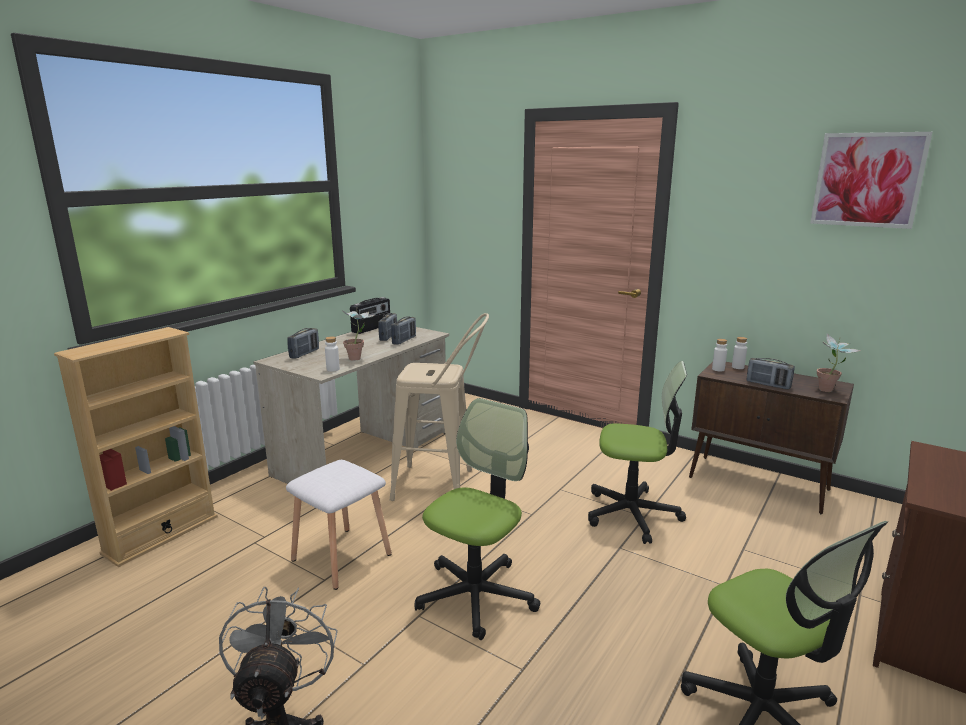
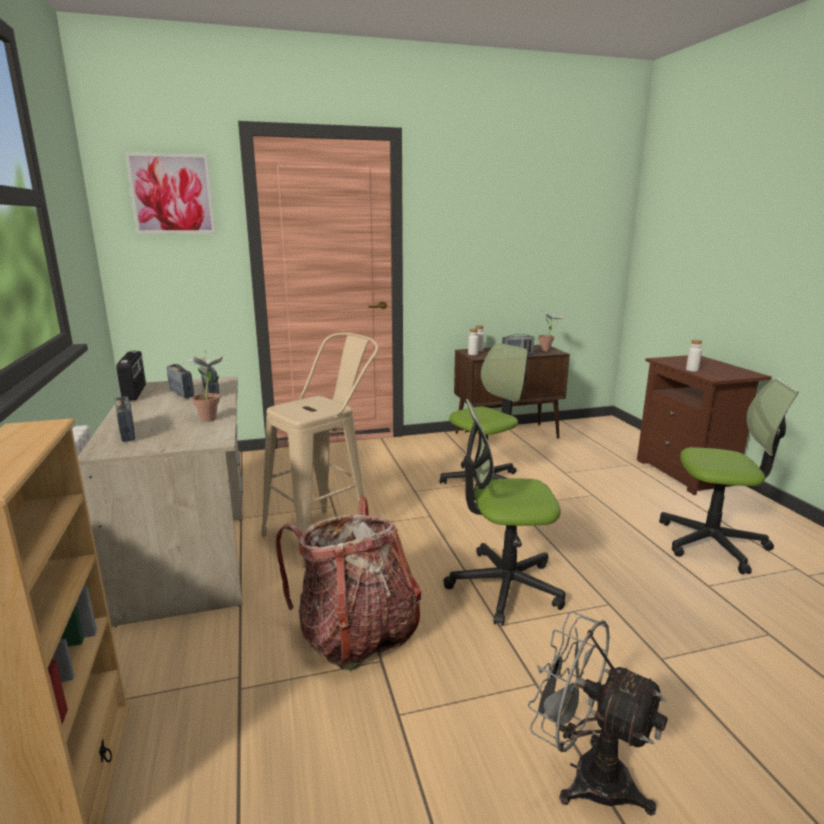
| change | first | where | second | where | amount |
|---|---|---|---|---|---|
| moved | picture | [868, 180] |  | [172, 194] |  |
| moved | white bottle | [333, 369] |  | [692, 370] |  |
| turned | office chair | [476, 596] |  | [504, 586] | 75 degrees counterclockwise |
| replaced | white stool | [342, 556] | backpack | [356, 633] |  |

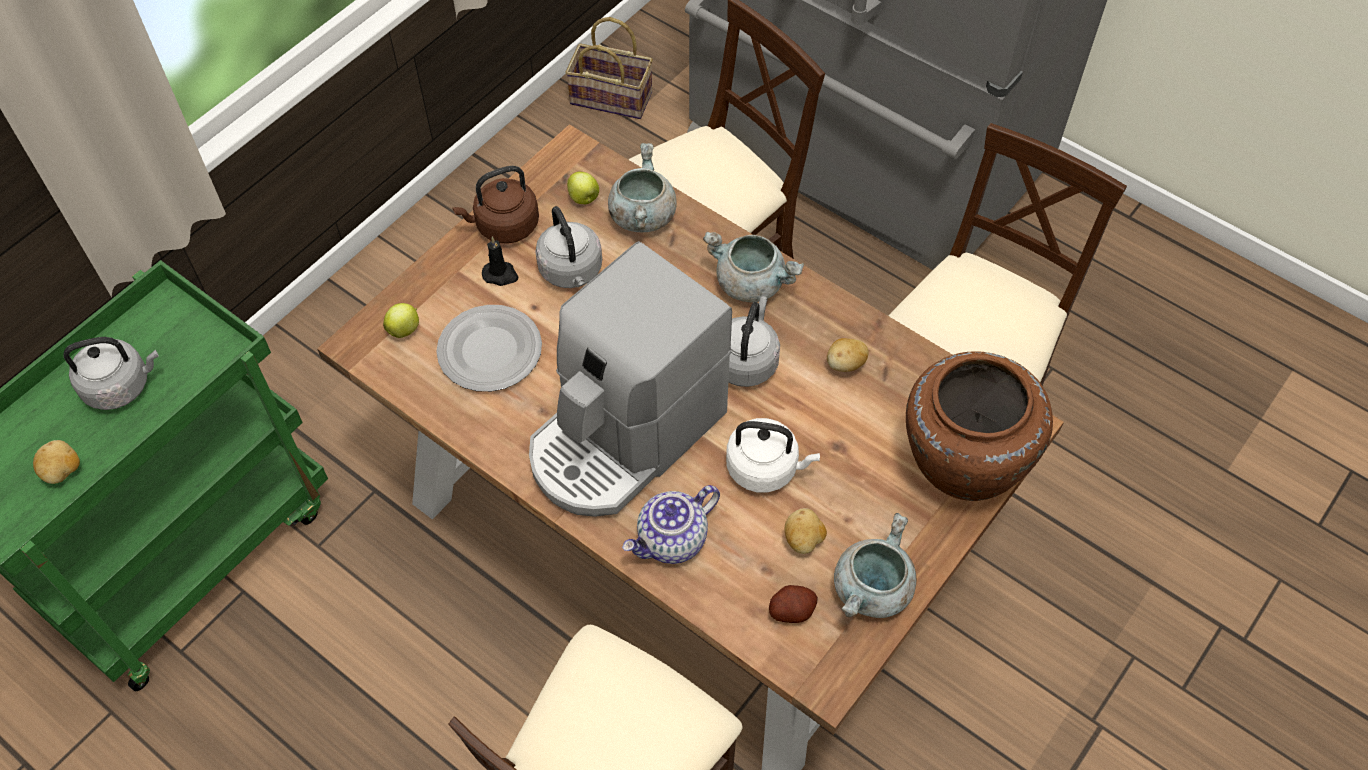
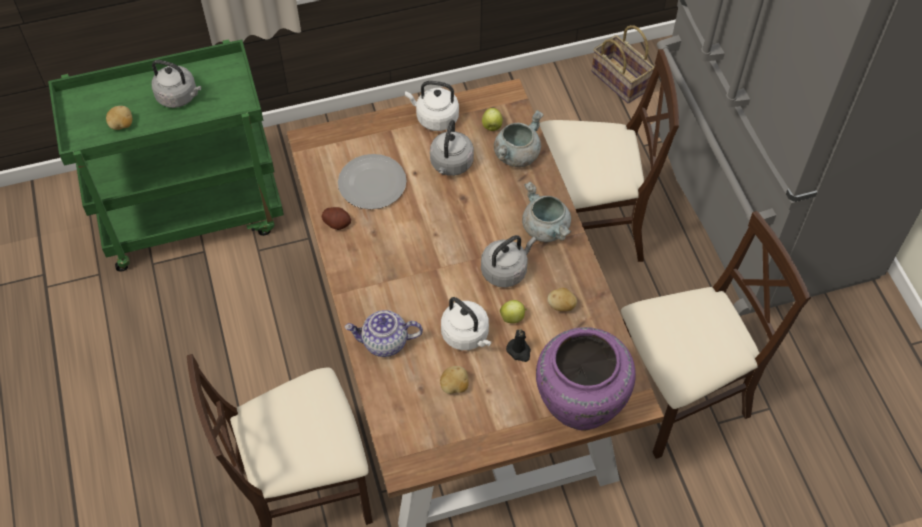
| change | first | where | second | where | amount |
|---|---|---|---|---|---|
| recoloured | brown kettle | [504, 226] | white kettle | [435, 118] |  |
| moved | black candle | [500, 275] |  | [519, 351] |  |
| removed | coffee machine | [624, 437] |  |  |  |
| moved | apple | [404, 329] |  | [513, 317] |  |
| recoloured | brown vase | [961, 464] | purple vase | [579, 401] |  |
| removed | grey cooking pot | [872, 591] |  |  |  |
| moved | potato | [791, 610] |  | [337, 223] |  |

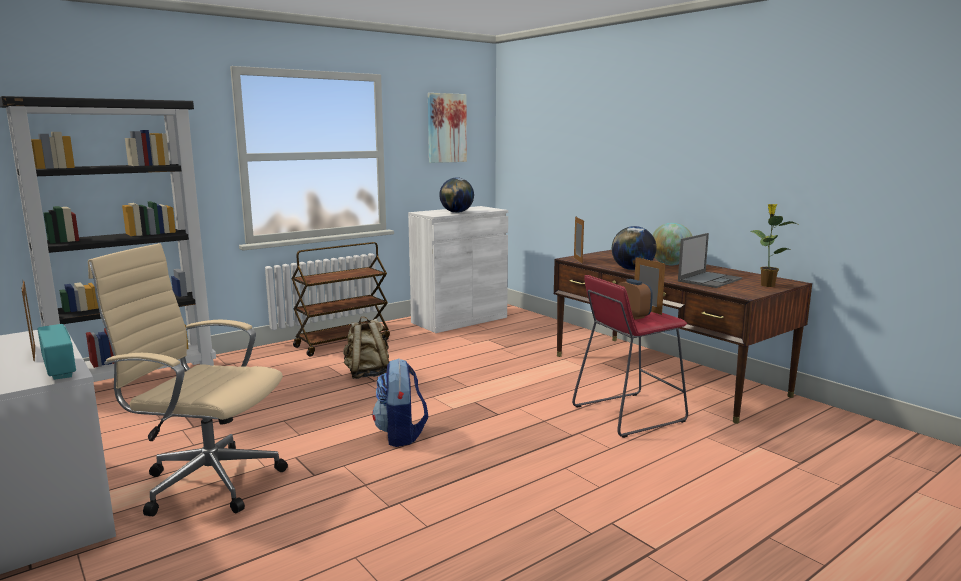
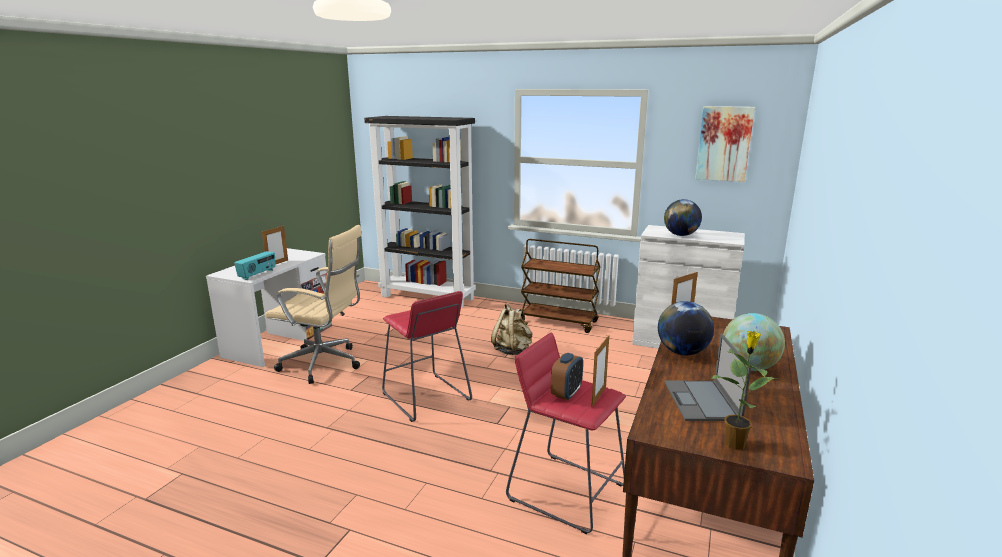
| change | first | where | second | where | amount |
|---|---|---|---|---|---|
| turned | laptop | [710, 280] |  | [702, 401] | 75 degrees clockwise |
| turned | beige office chair | [206, 482] |  | [324, 364] | 120 degrees clockwise |
| replaced | backpack | [401, 435] | red stool | [426, 397] |  |

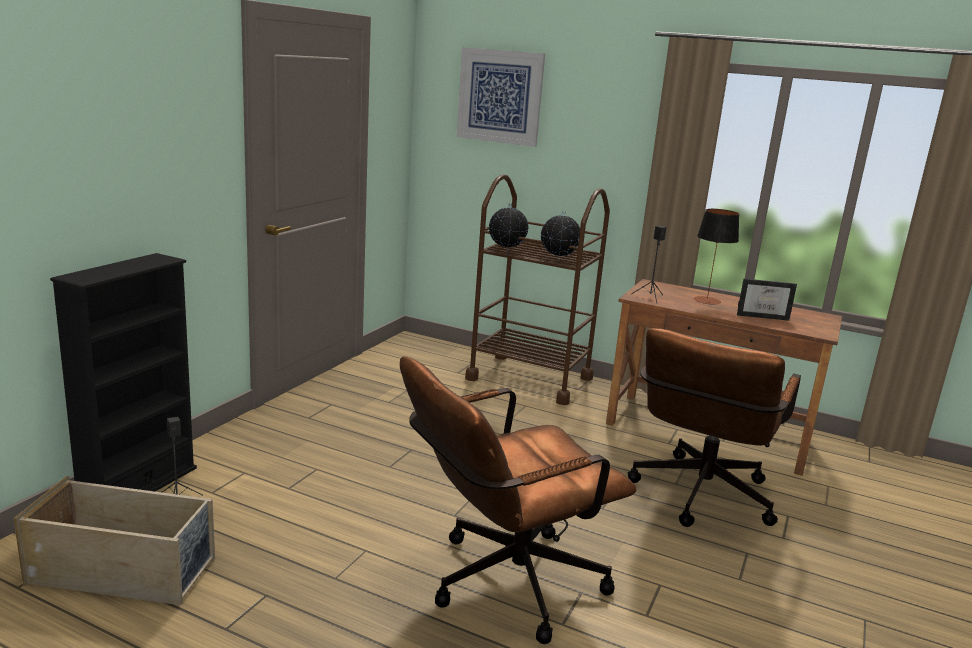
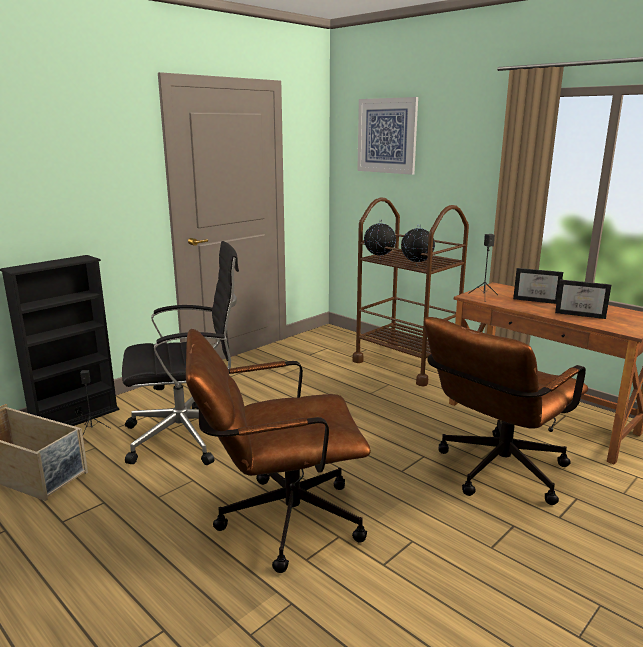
| change | first | where | second | where | amount |
|---|---|---|---|---|---|
| replaced | table lamp | [707, 300] | picture frame | [537, 300] |  |
| added |  |  | black office chair | [188, 436] |  |

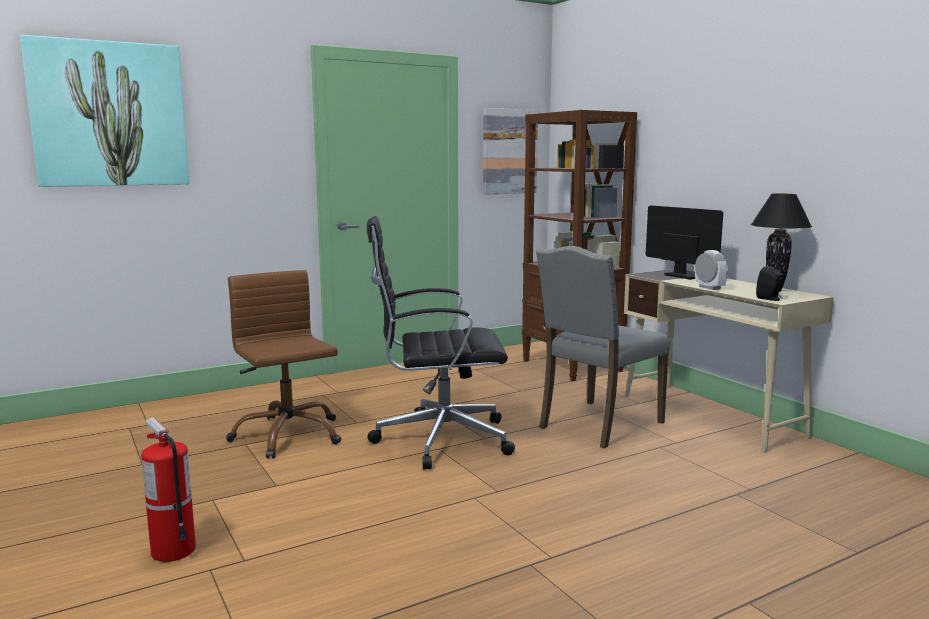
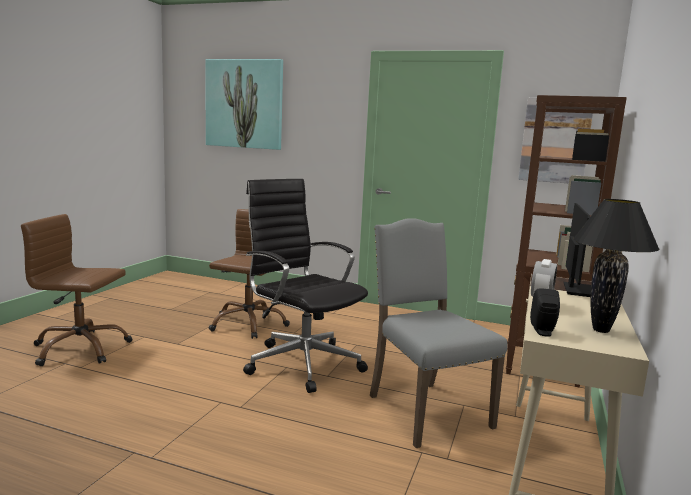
| change | first | where | second | where | amount |
|---|---|---|---|---|---|
| turned | grey chair | [597, 425] |  | [425, 410] | 60 degrees clockwise |
| replaced | fire extinguisher | [173, 550] | brown office chair | [80, 349] |  |

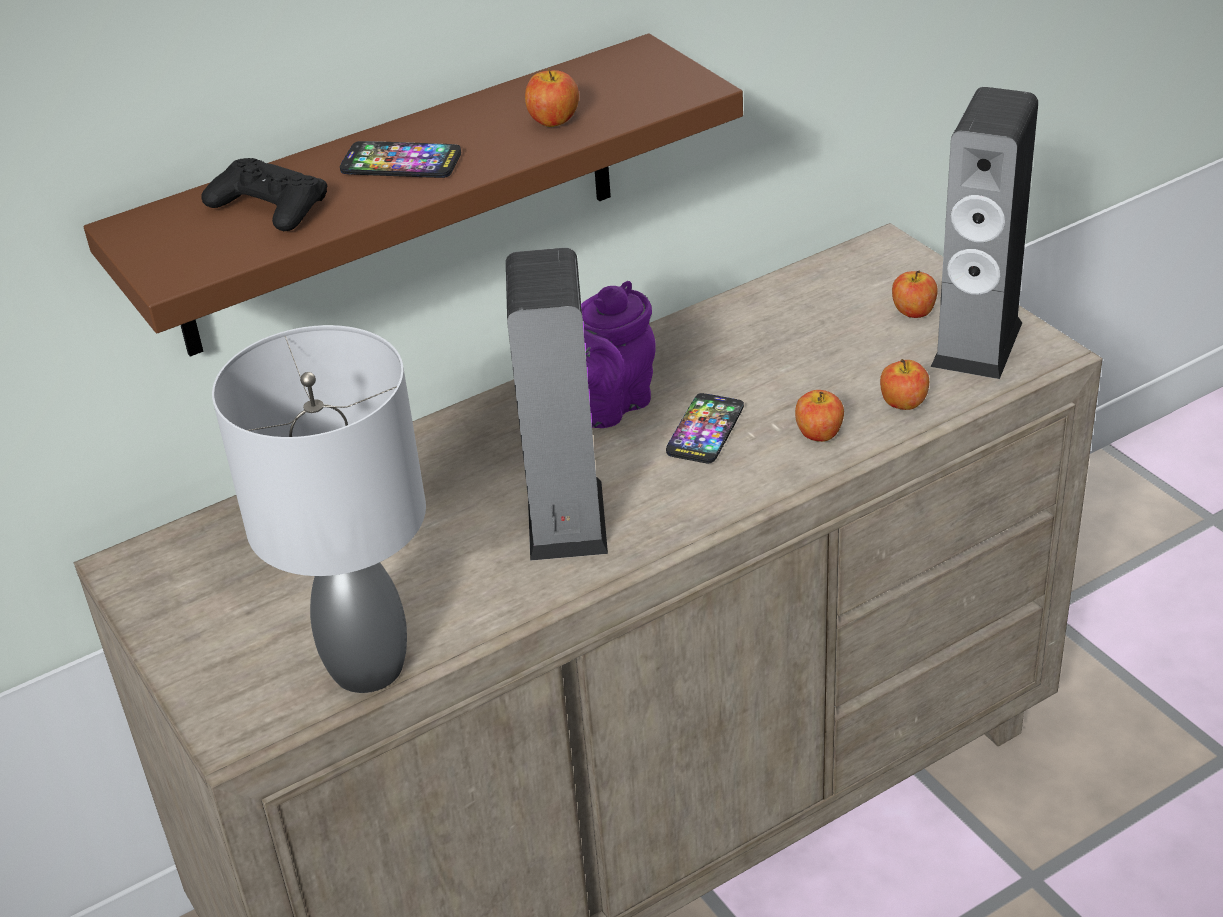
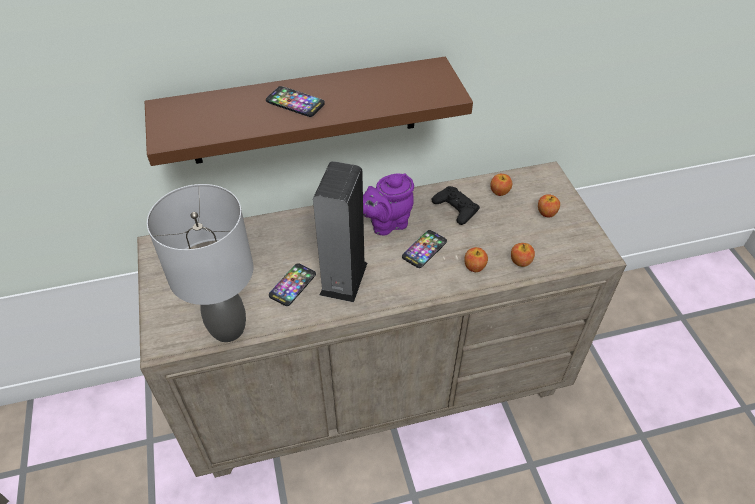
| change | first | where | second | where | amount |
|---|---|---|---|---|---|
| moved | apple | [554, 120] |  | [499, 192] |  |
| removed | speaker | [977, 344] |  |  |  |
| moved | black game controller | [269, 206] |  | [455, 208] |  |
| added |  |  | phone | [292, 285] |  |

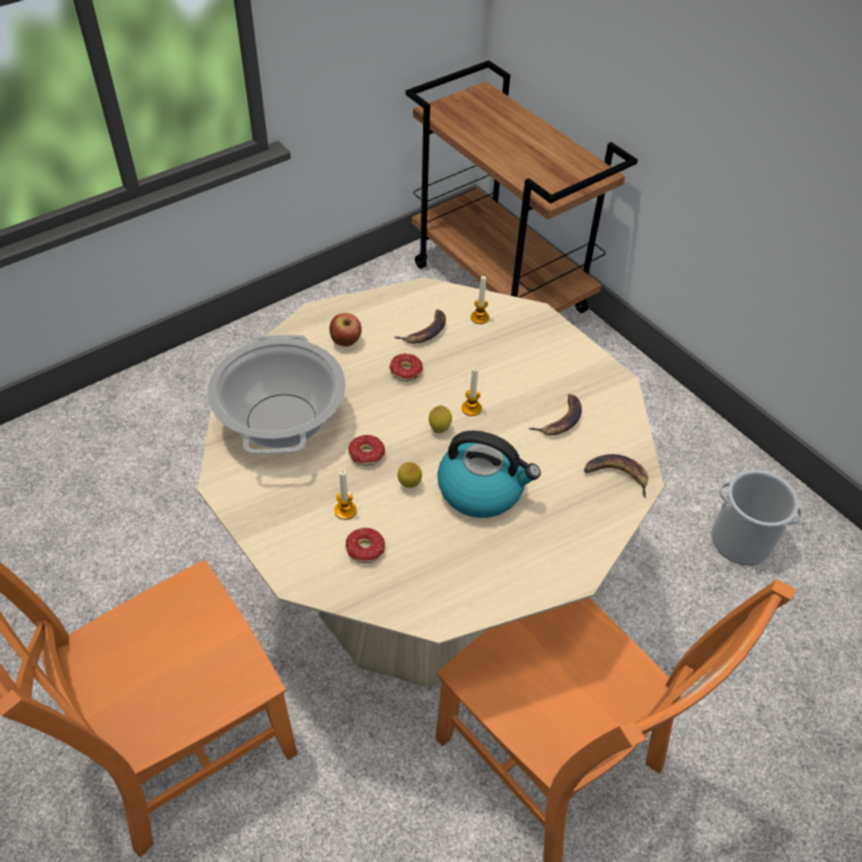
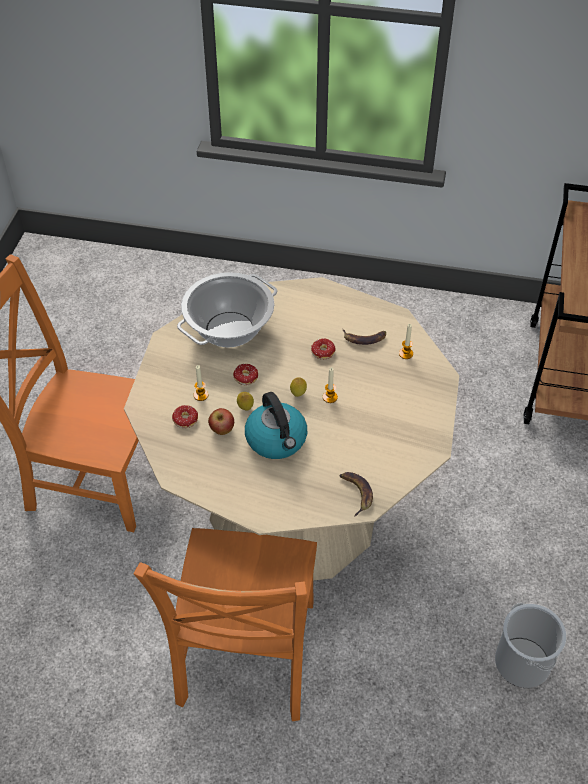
| change | first | where | second | where | amount |
|---|---|---|---|---|---|
| moved | apple | [346, 342] |  | [222, 430] |  |
| removed | banana | [560, 419] |  |  |  |

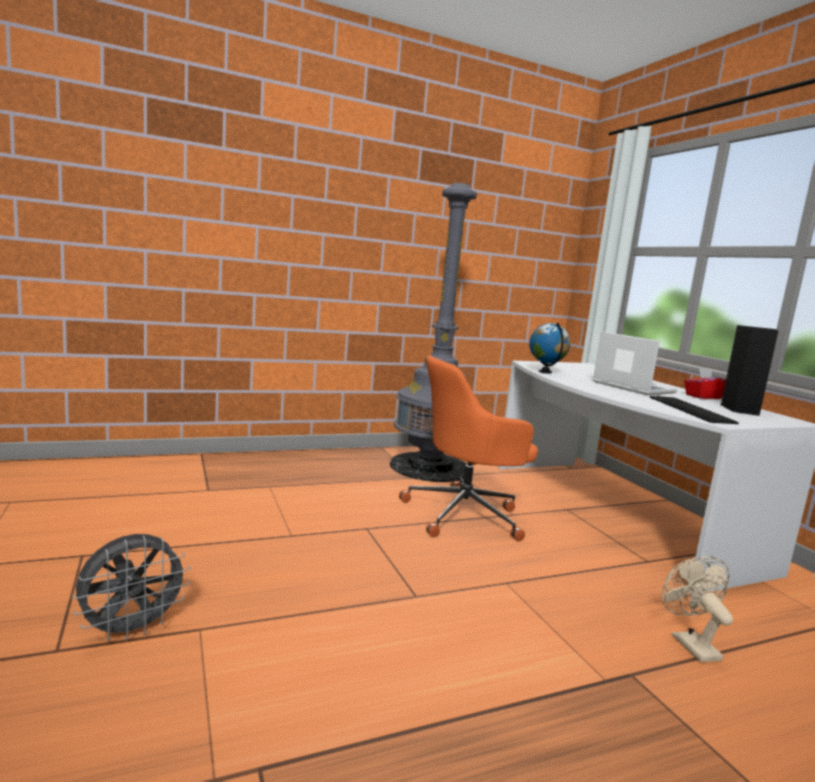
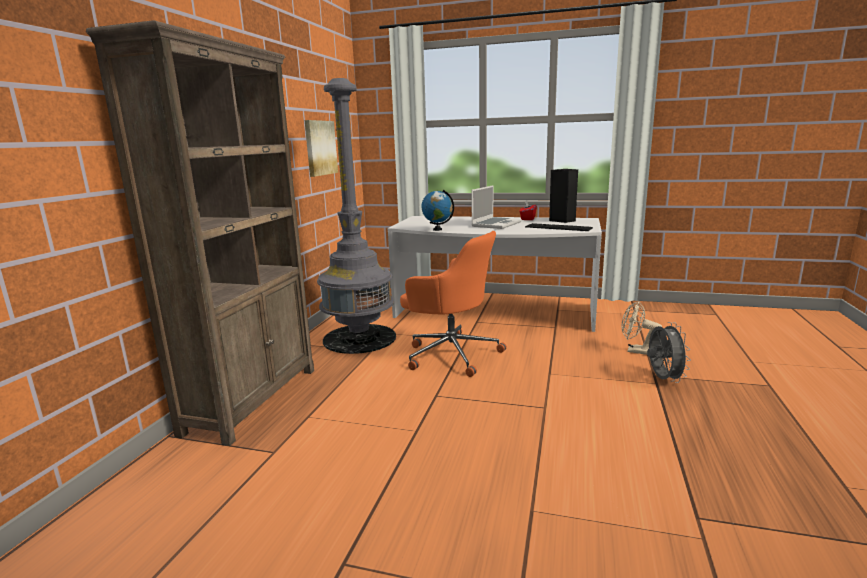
| change | first | where | second | where | amount |
|---|---|---|---|---|---|
| turned | laptop | [631, 387] |  | [496, 224] | 120 degrees clockwise |
| turned | orange office chair | [465, 514] |  | [451, 353] | 75 degrees counterclockwise |
| moved | grey fan | [132, 629] |  | [662, 379] |  |
| added |  |  | brown bookcase | [253, 399] |  |
| added |  |  | picture | [320, 148] |  |

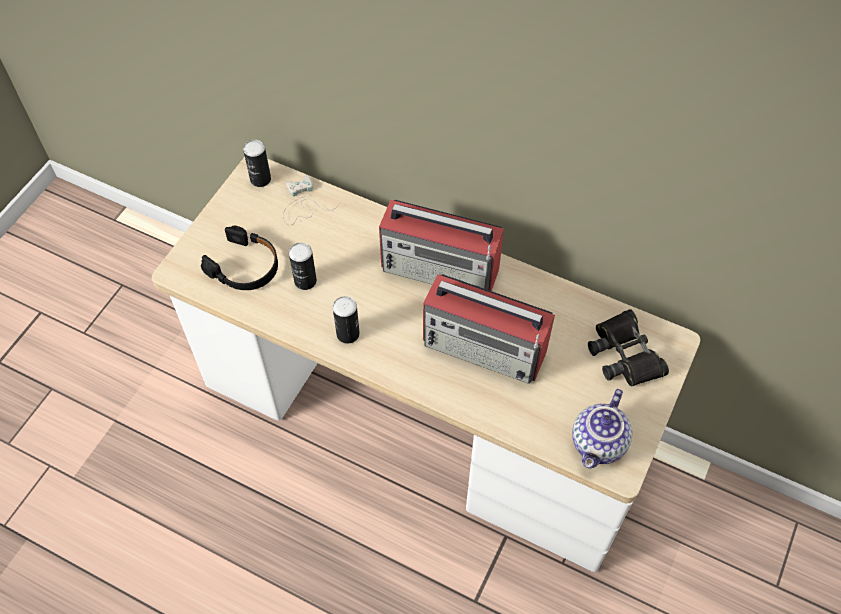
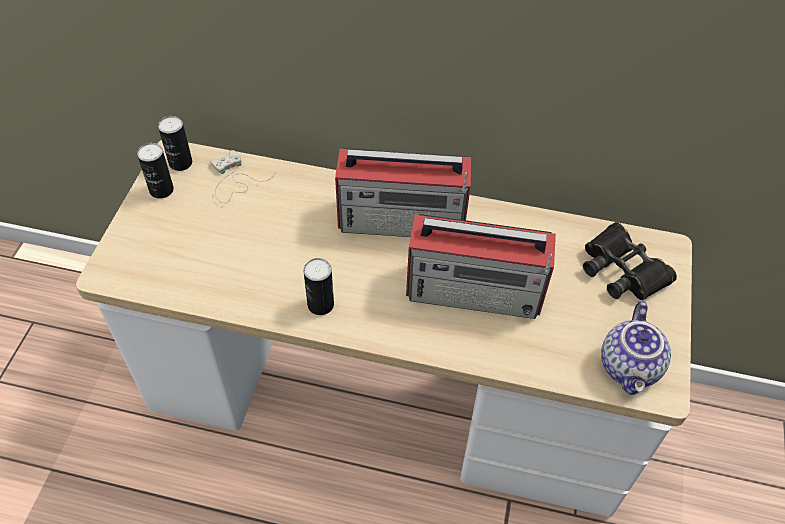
| change | first | where | second | where | amount |
|---|---|---|---|---|---|
| removed | black headphones | [245, 266] |  |  |  |
| moved | can | [305, 281] |  | [161, 190] |  |

